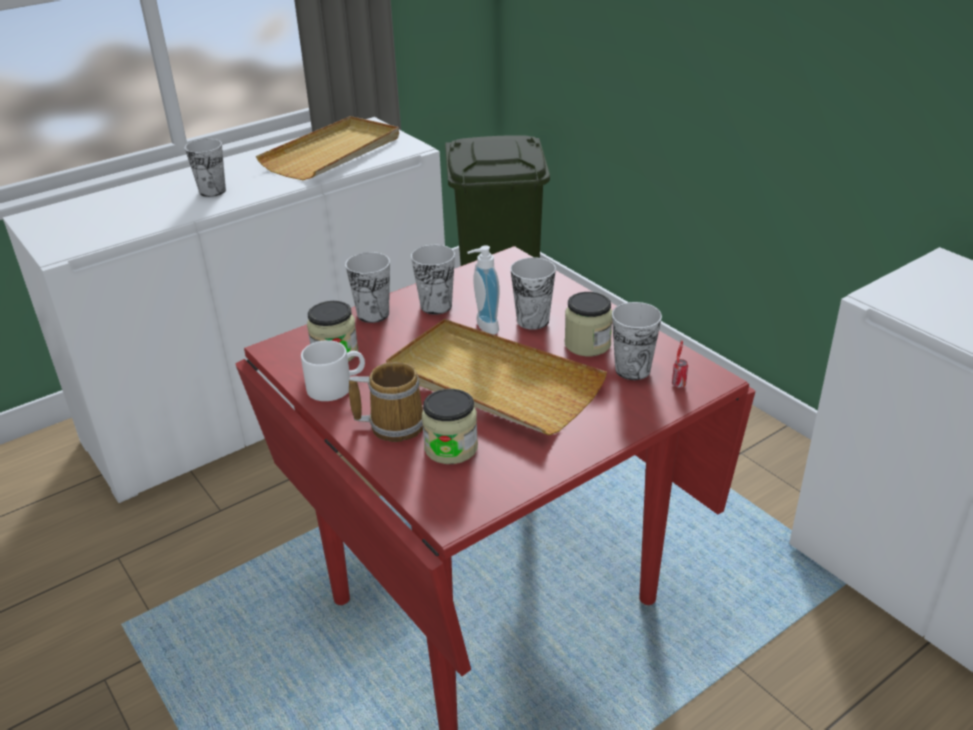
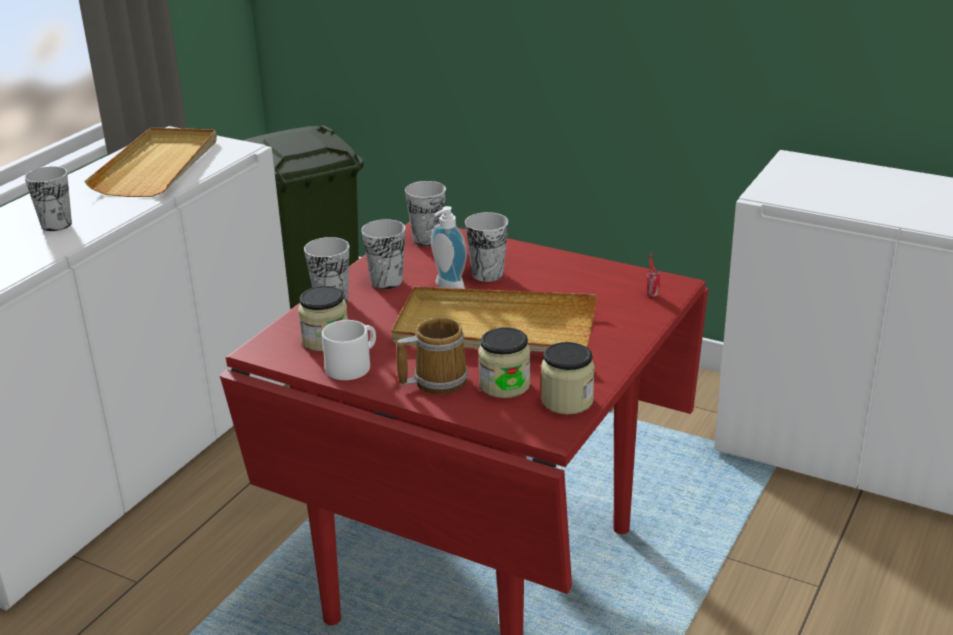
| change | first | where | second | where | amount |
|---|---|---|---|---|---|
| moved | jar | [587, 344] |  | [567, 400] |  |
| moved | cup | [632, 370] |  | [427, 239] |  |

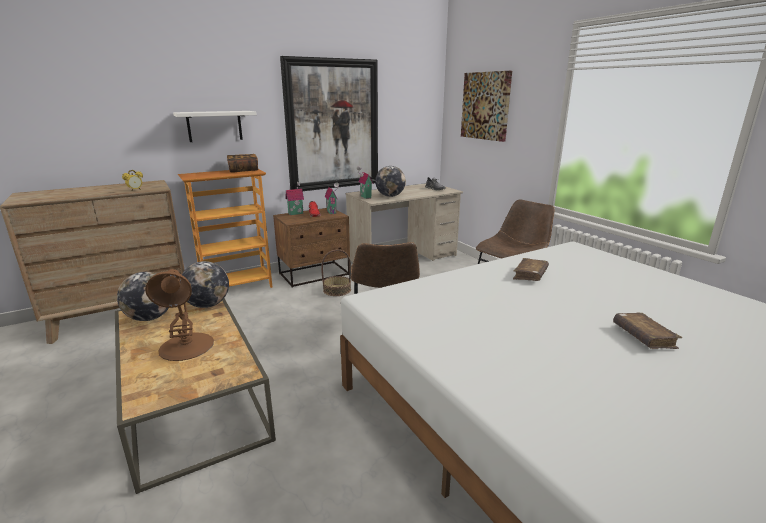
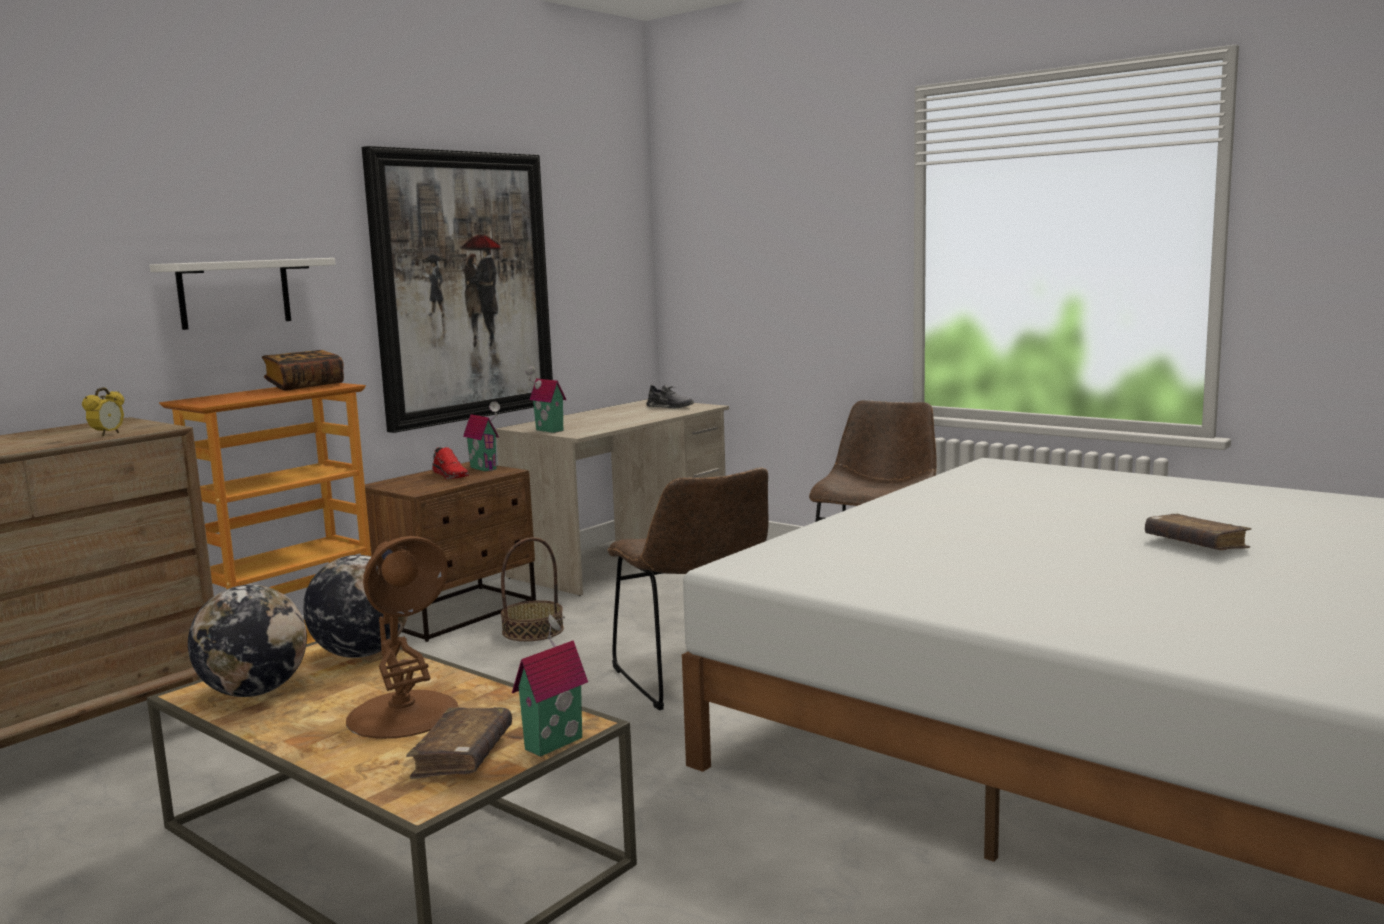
| change | first | where | second | where | amount |
|---|---|---|---|---|---|
| removed | picture | [486, 106] |  |  |  |
| removed | globe | [390, 196] |  |  |  |
| moved | toy house | [295, 213] |  | [551, 742] |  |
| moved | brown book | [530, 275] |  | [463, 756] |  |

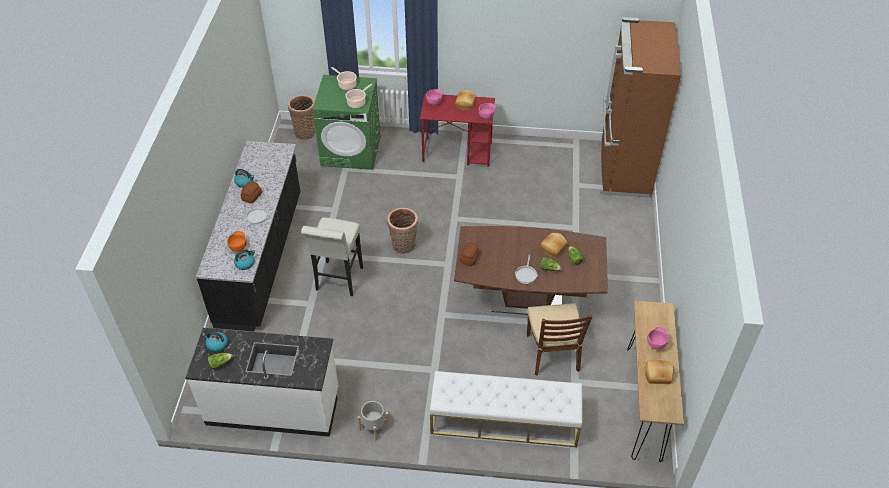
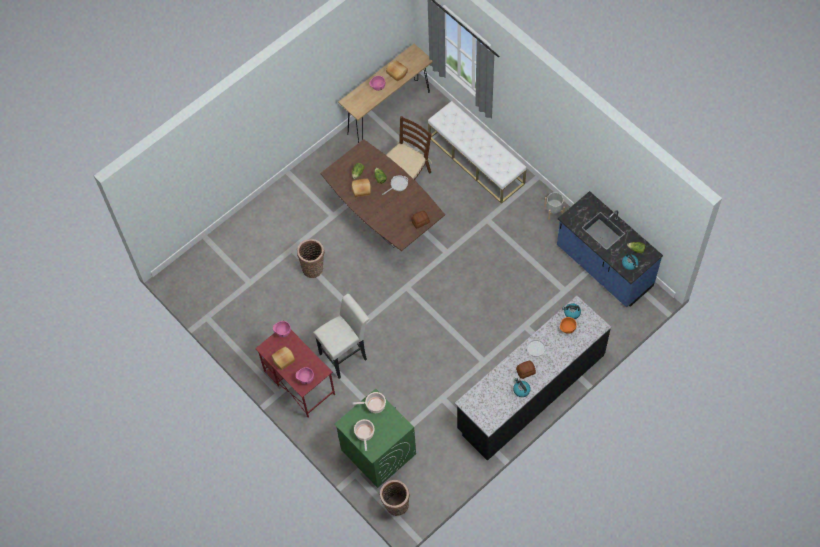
| change | first | where | second | where | amount |
|---|---|---|---|---|---|
| removed | brown fridge | [622, 170] |  |  |  |
| moved | basket | [403, 246] |  | [313, 267] |  |
| moved | white stool | [338, 281] |  | [346, 354] |  |
| recoloured | white counter | [273, 406] | blue counter | [603, 267] |  |

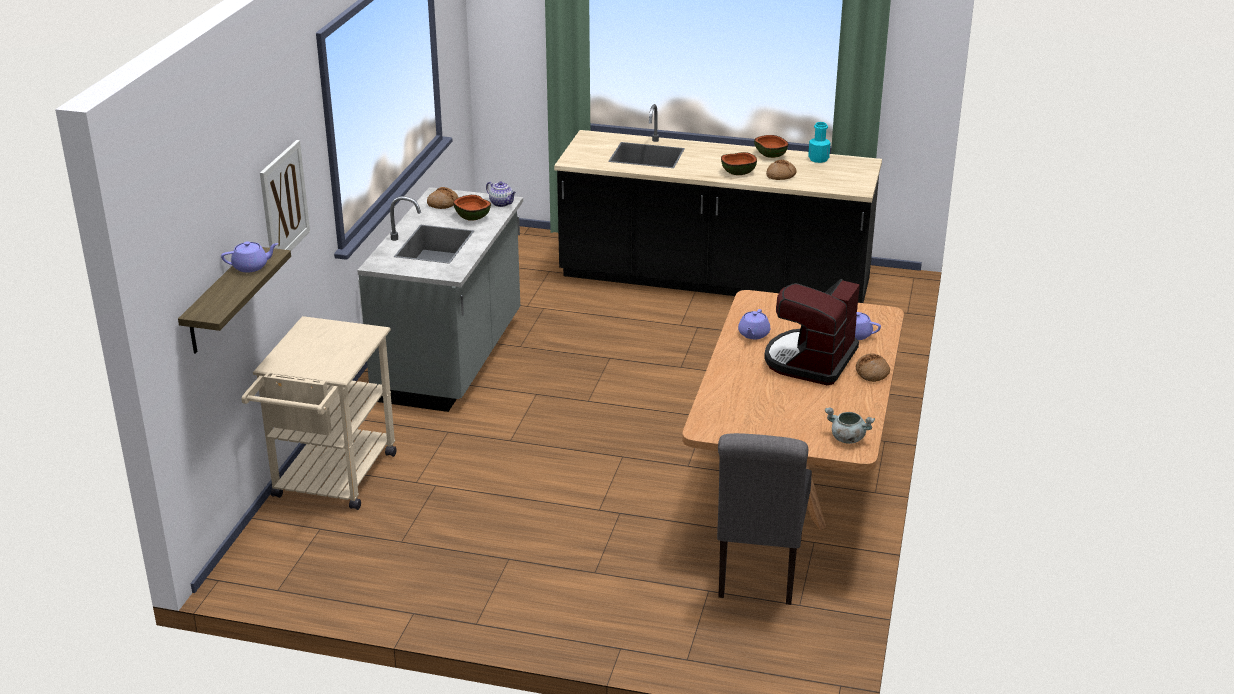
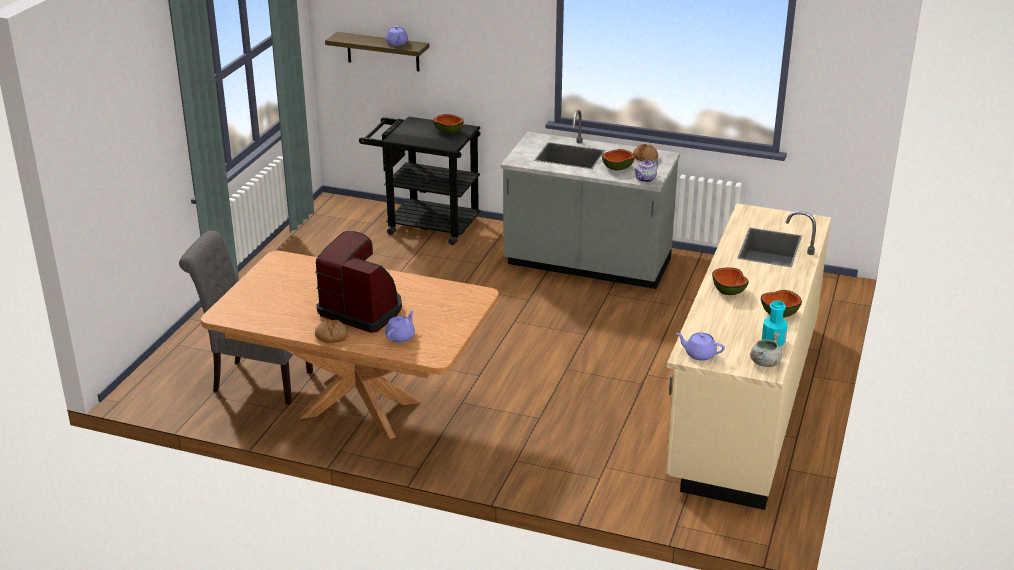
| change | first | where | second | where | amount |
|---|---|---|---|---|---|
| recoloured | black counter | [714, 280] | beige counter | [743, 401] |  |
| removed | picture | [284, 203] |  |  |  |
| removed | bread | [781, 175] |  |  |  |
| moved | purple teapot | [753, 334] |  | [699, 354] |  |
| recoloured | beige cart | [330, 482] | black cart | [424, 224] |  |
| moved | grey cooking pot | [847, 438] |  | [764, 362] |  |
| added |  |  | bowl | [448, 131] |  |

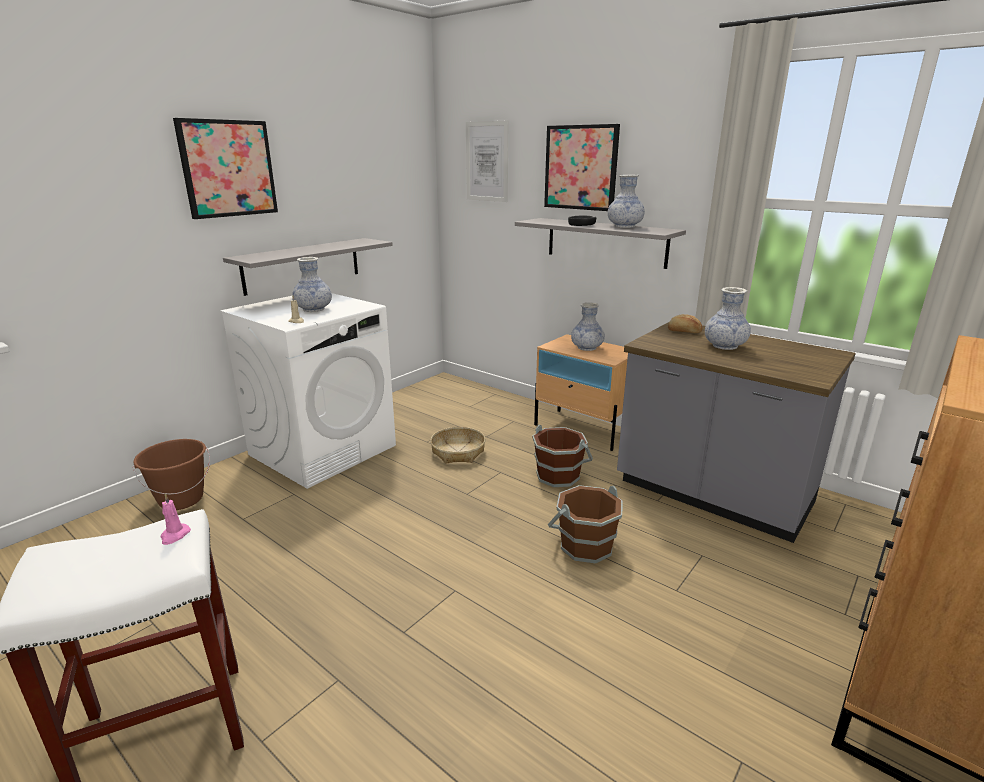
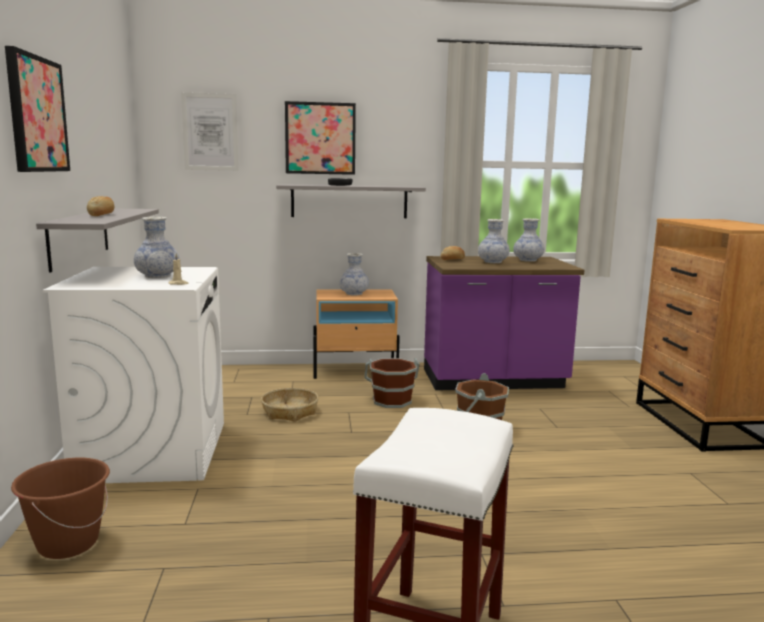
| change | first | where | second | where | amount |
|---|---|---|---|---|---|
| moved | vase | [624, 226] |  | [528, 260] |  |
| recoloured | grey counter | [712, 494] | purple counter | [494, 380] |  |
| removed | pink candle | [174, 535] |  |  |  |
| added |  |  | bread | [102, 215] |  |

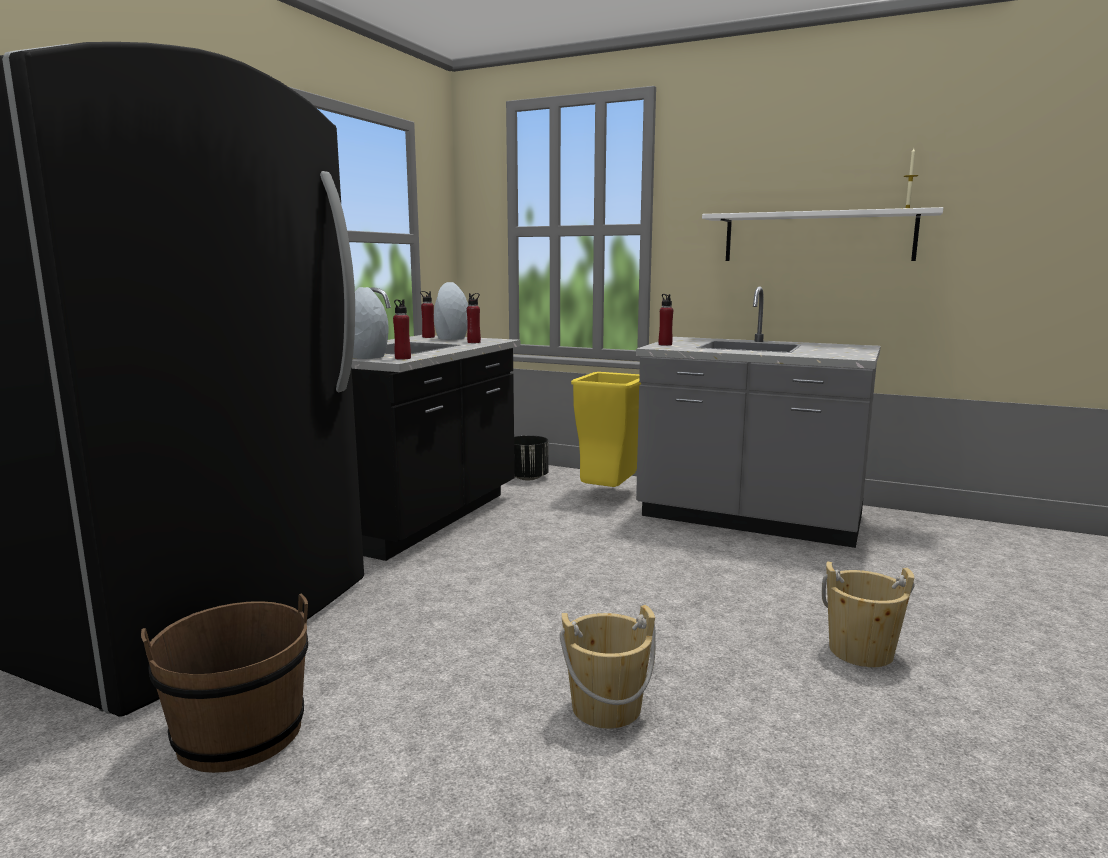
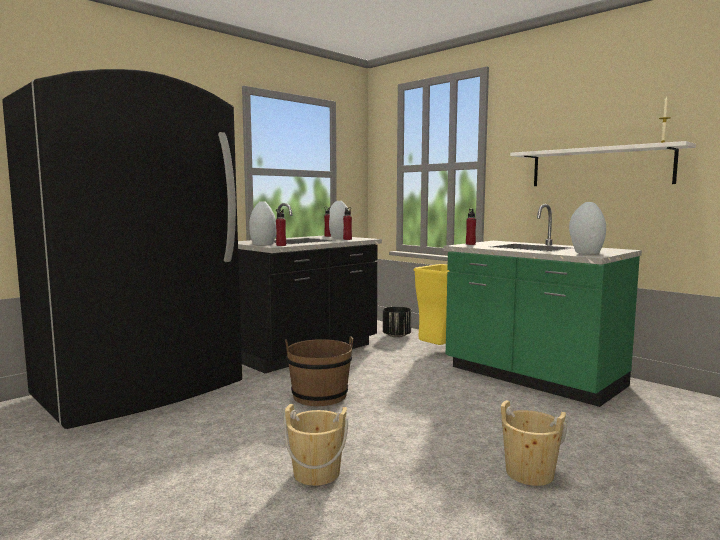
| change | first | where | second | where | amount |
|---|---|---|---|---|---|
| recoloured | grey counter | [749, 519] | green counter | [532, 377] |  |
| moved | brown bucket | [240, 733] |  | [319, 396] |  |
| added |  |  | grey vase | [586, 253] |  |

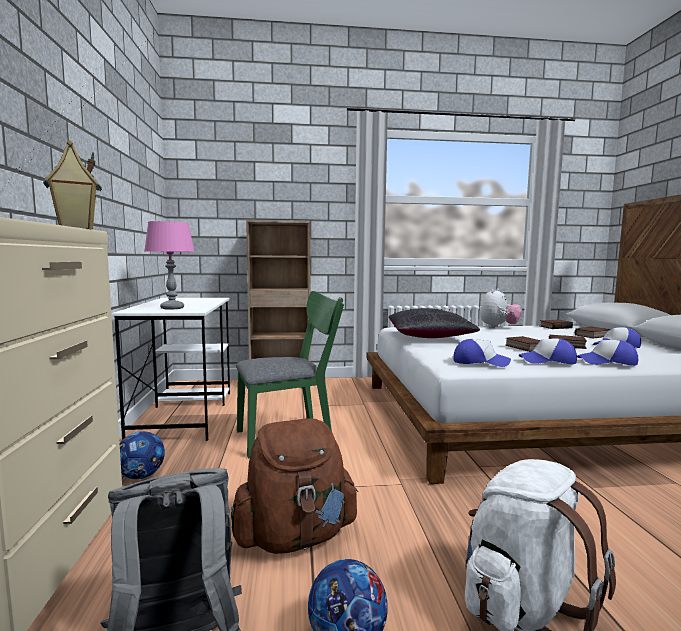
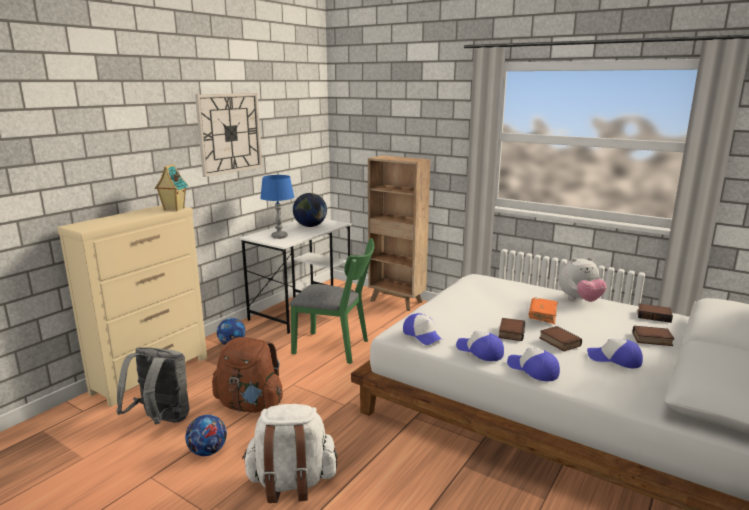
| change | first | where | second | where | amount |
|---|---|---|---|---|---|
| recoloured | pink table lamp | [172, 308] | blue table lamp | [279, 237] |  |
| removed | black pillow | [429, 336] |  |  |  |
| added |  |  | wall clock | [229, 133] |  |
| added |  |  | globe | [310, 226] |  |
| added |  |  | orange book | [542, 315] |  |

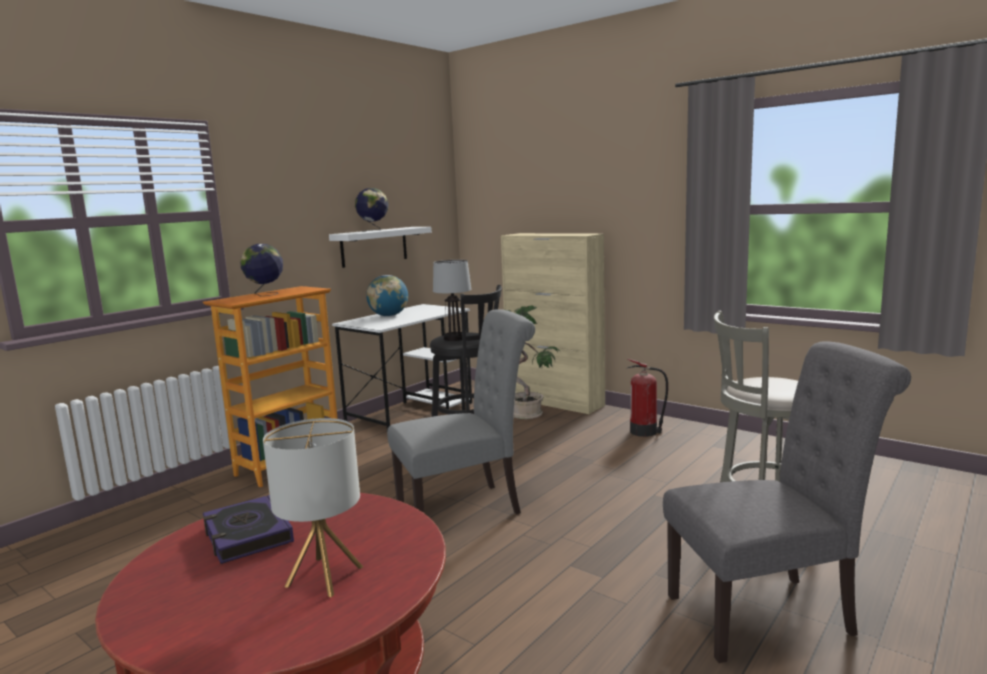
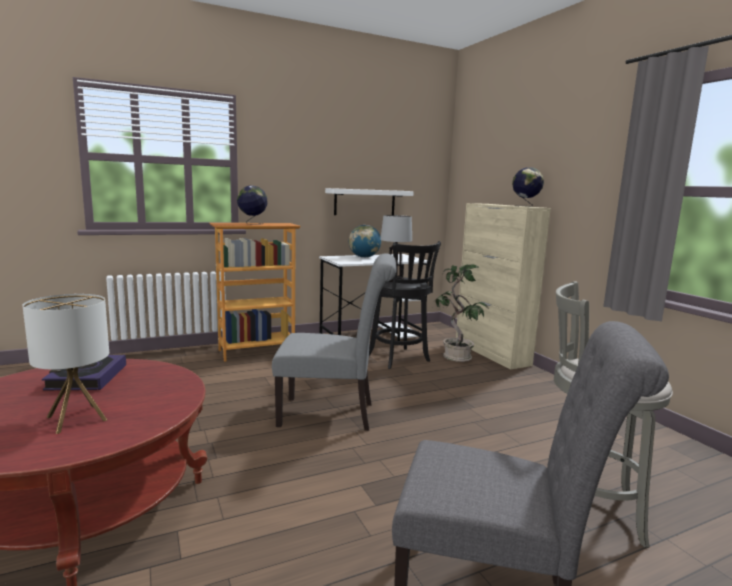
| change | first | where | second | where | amount |
|---|---|---|---|---|---|
| moved | globe | [373, 230] |  | [525, 206] |  |
| removed | fire extinguisher | [645, 432] |  |  |  |

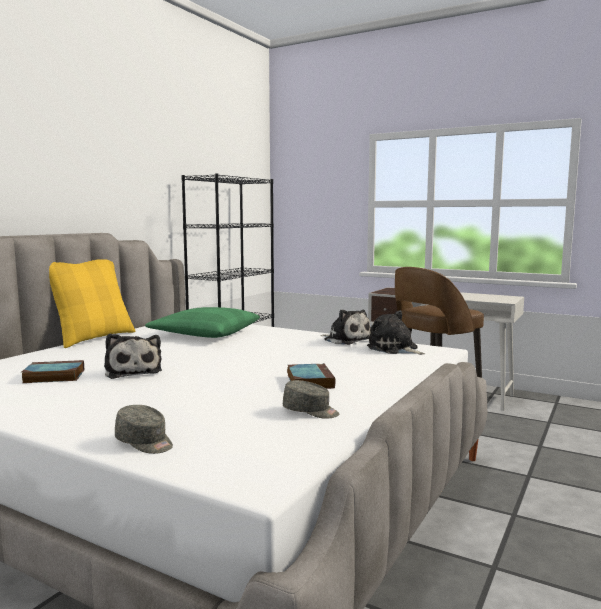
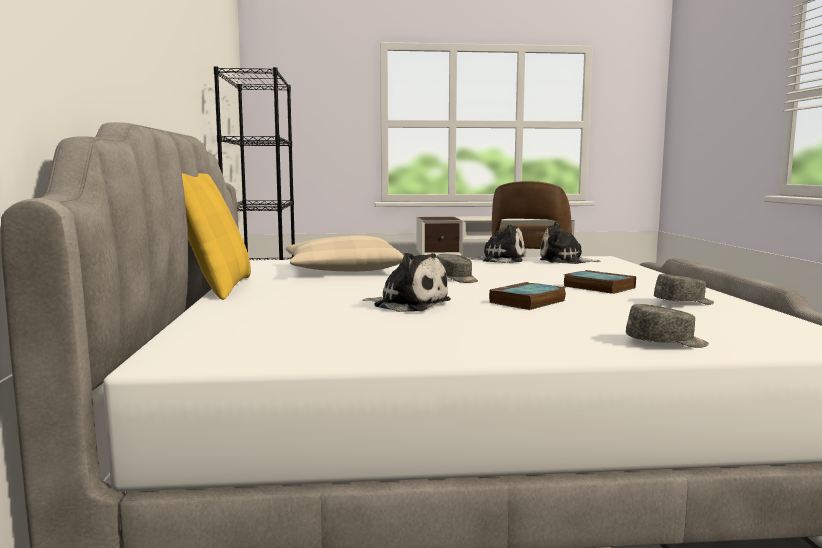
| change | first | where | second | where | amount |
|---|---|---|---|---|---|
| recoloured | green pillow | [205, 333] | beige pillow | [342, 270] |  |
| moved | book | [52, 376] |  | [527, 302] |  |
| added |  |  | grey cap | [456, 279] |  |

